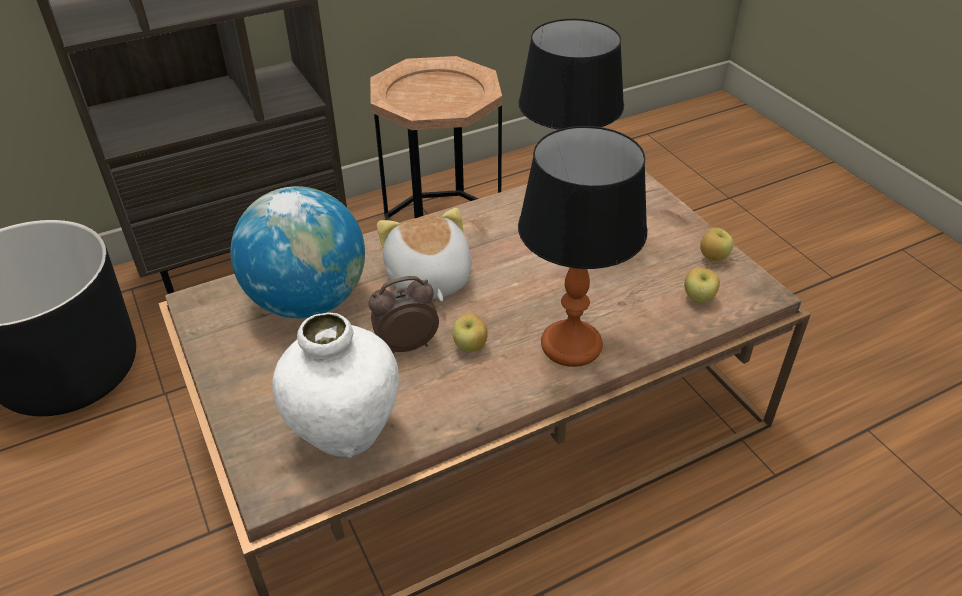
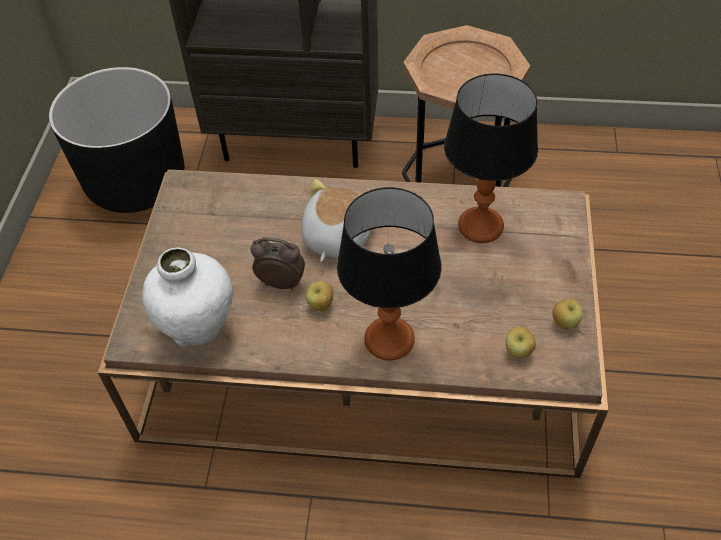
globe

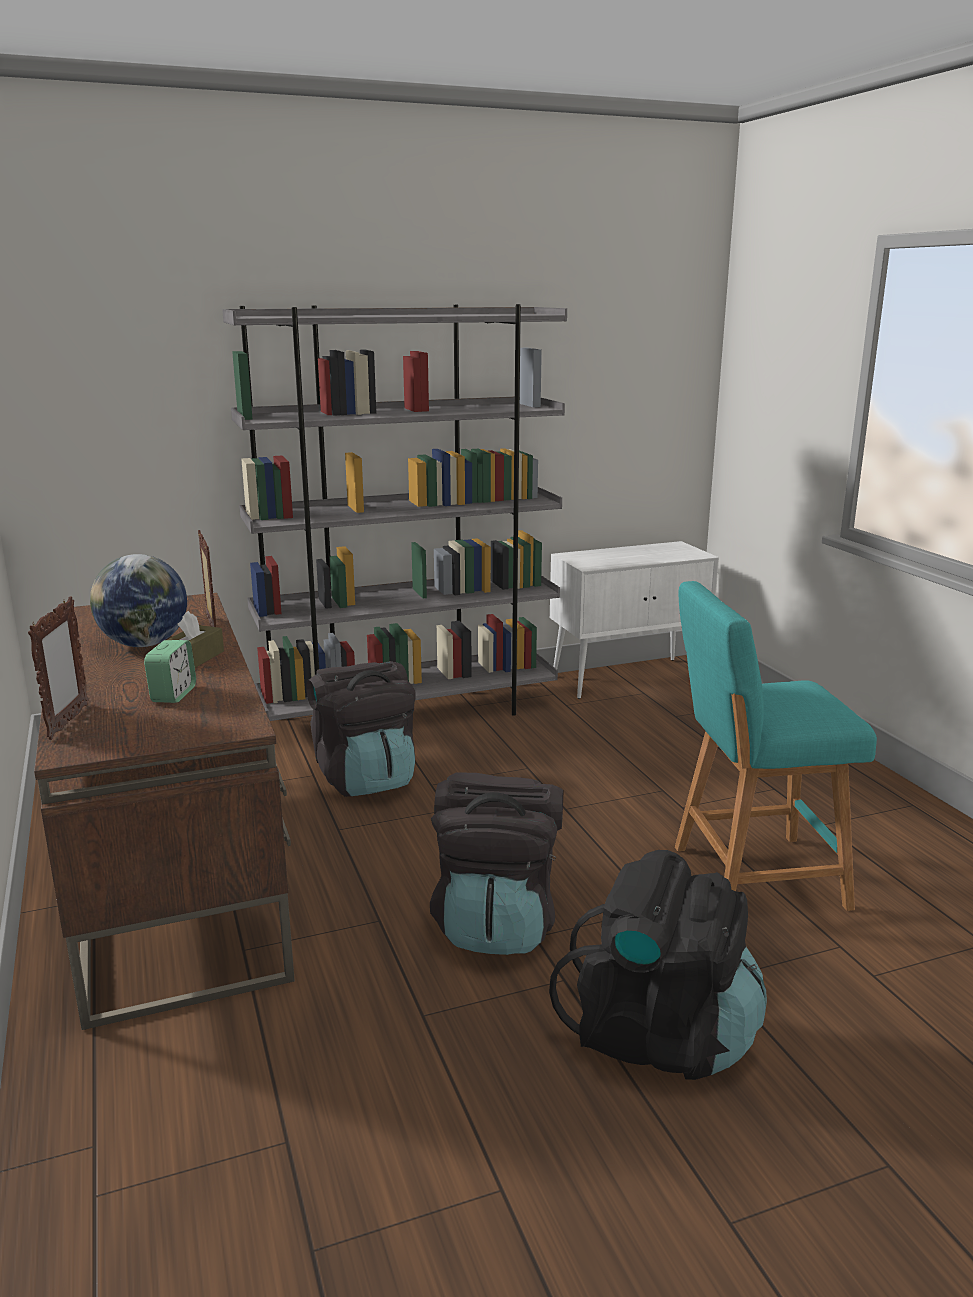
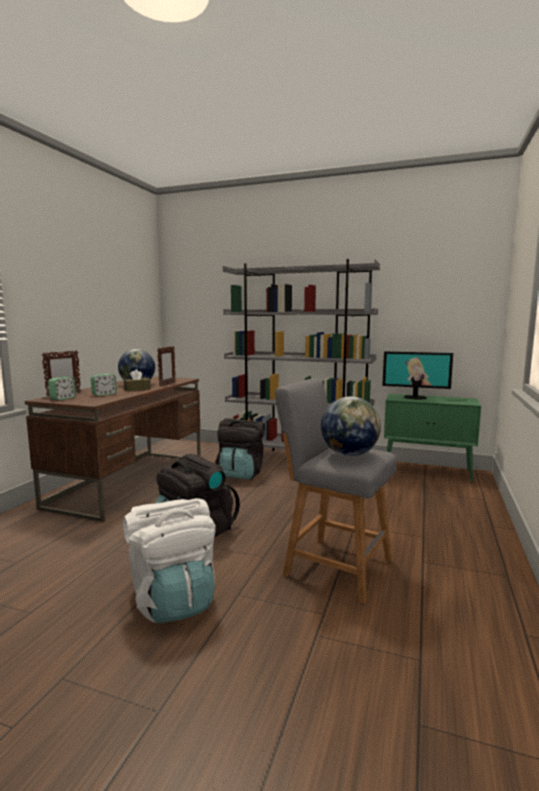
alarm clock (no. 1 from left)
globe (no. 2 from left)
monitor
backpack (white)
cabinet (green)
stool (grey)

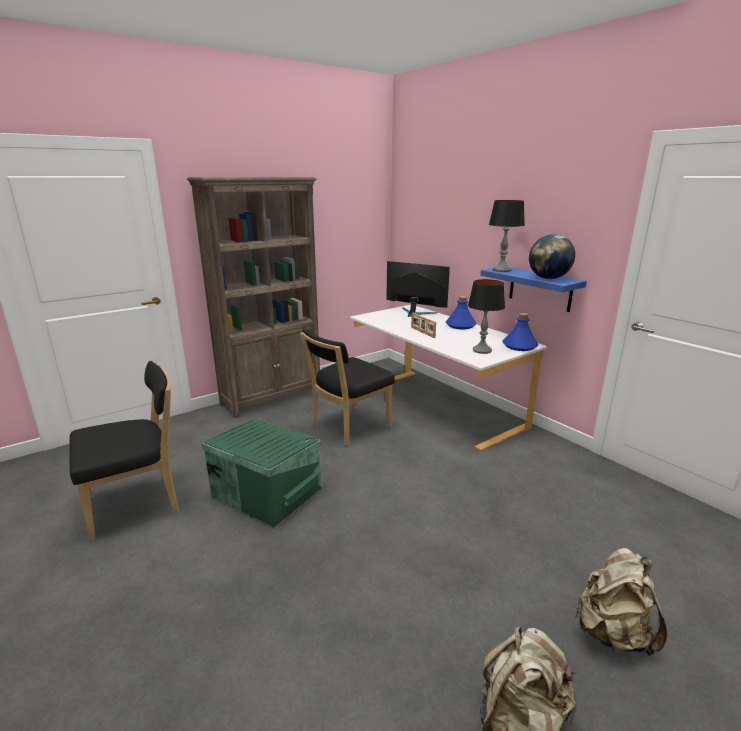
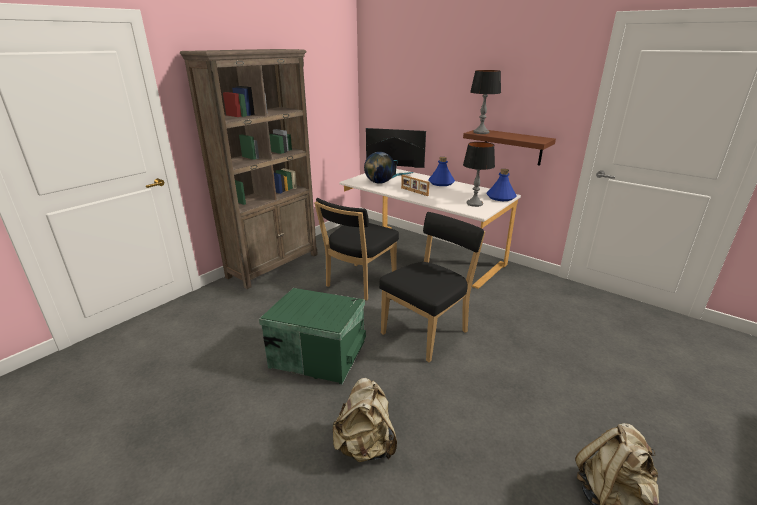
chair (black) (no. 2 from left)
globe
backpack (beige) (no. 1 from left)
shelf (brown)

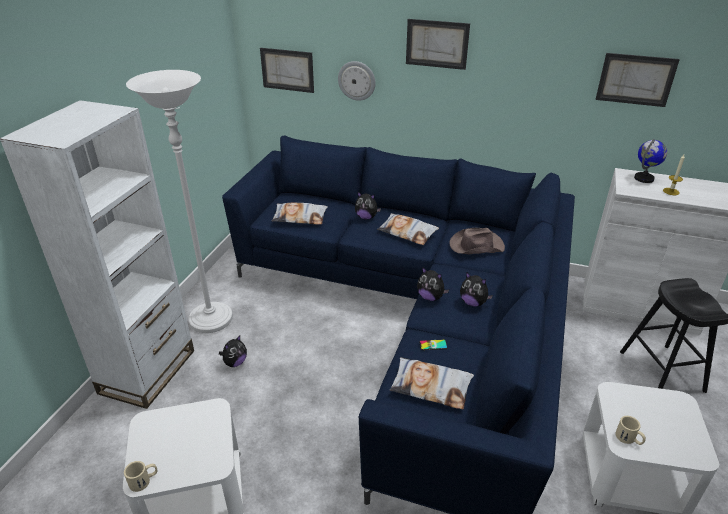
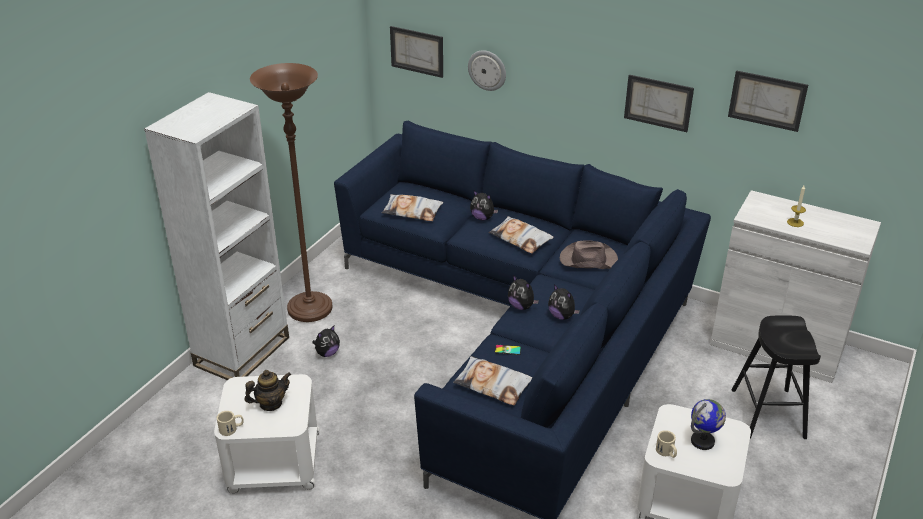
teapot
picture (no. 2 from left)
globe
floor lamp (brown)

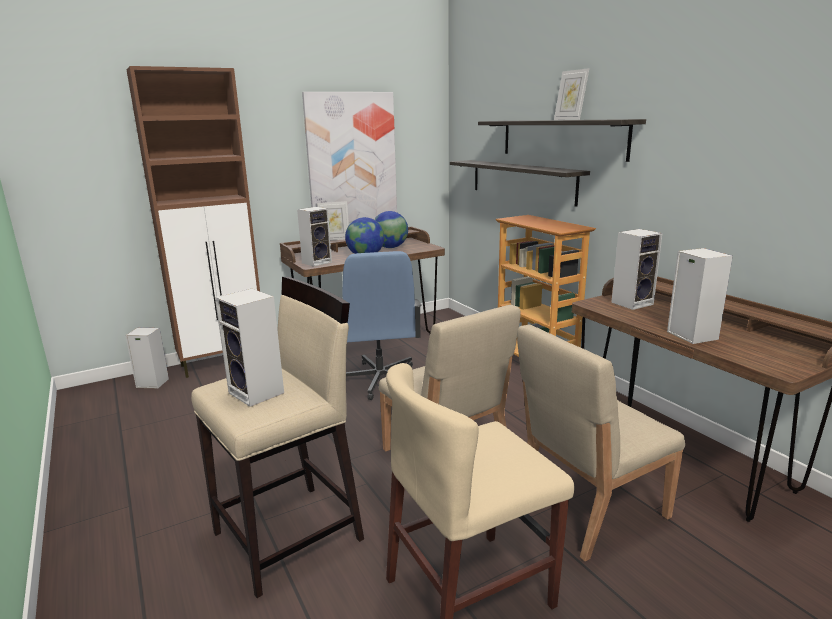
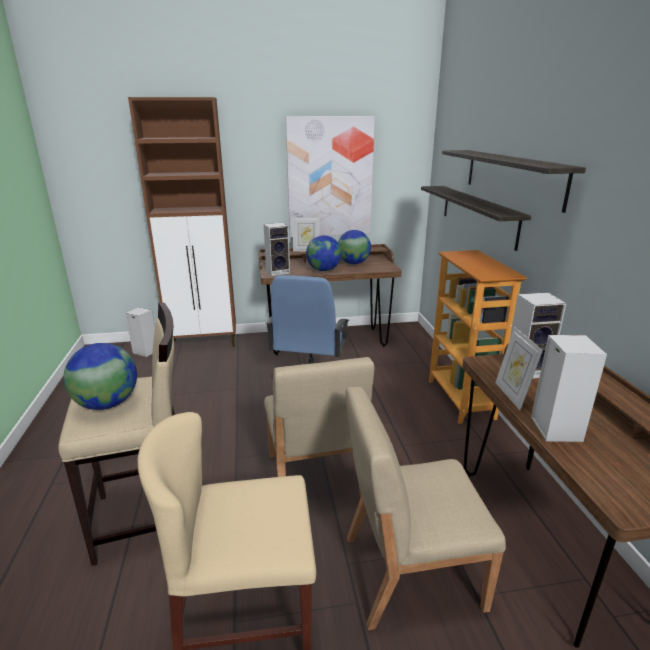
picture frame (no. 2 from left)
globe (no. 1 from left)

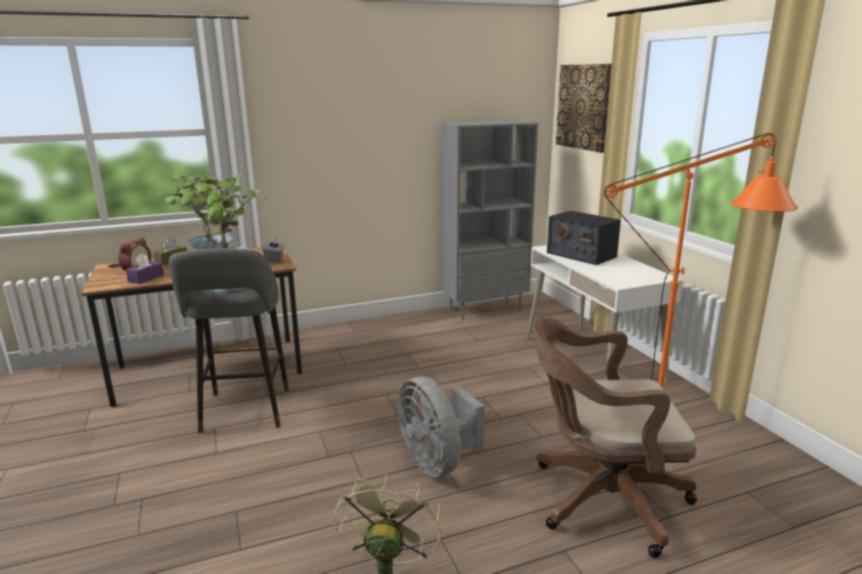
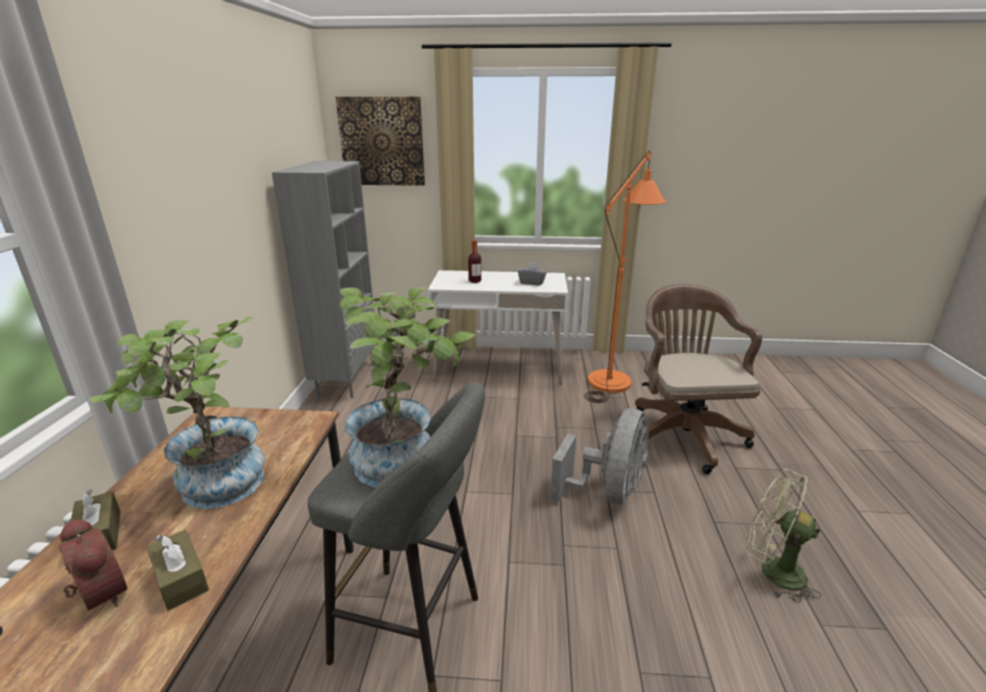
tissue box (grey)
bottle
tissue box (brown) (no. 2 from left)
fan (grey)
office chair (brown)

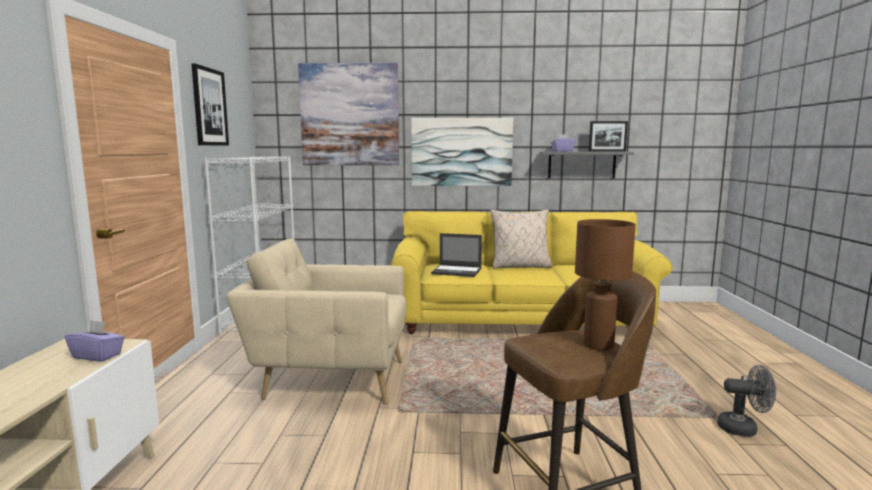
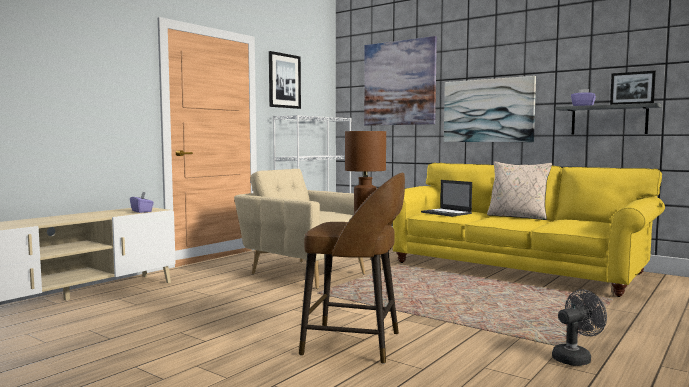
fan (grey)

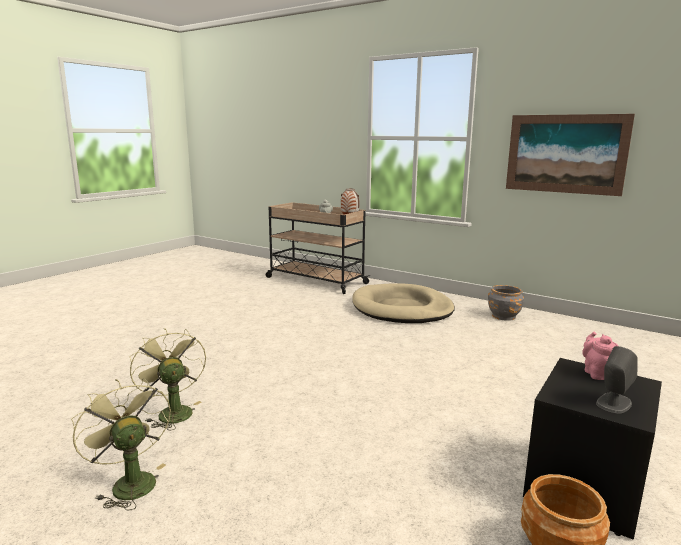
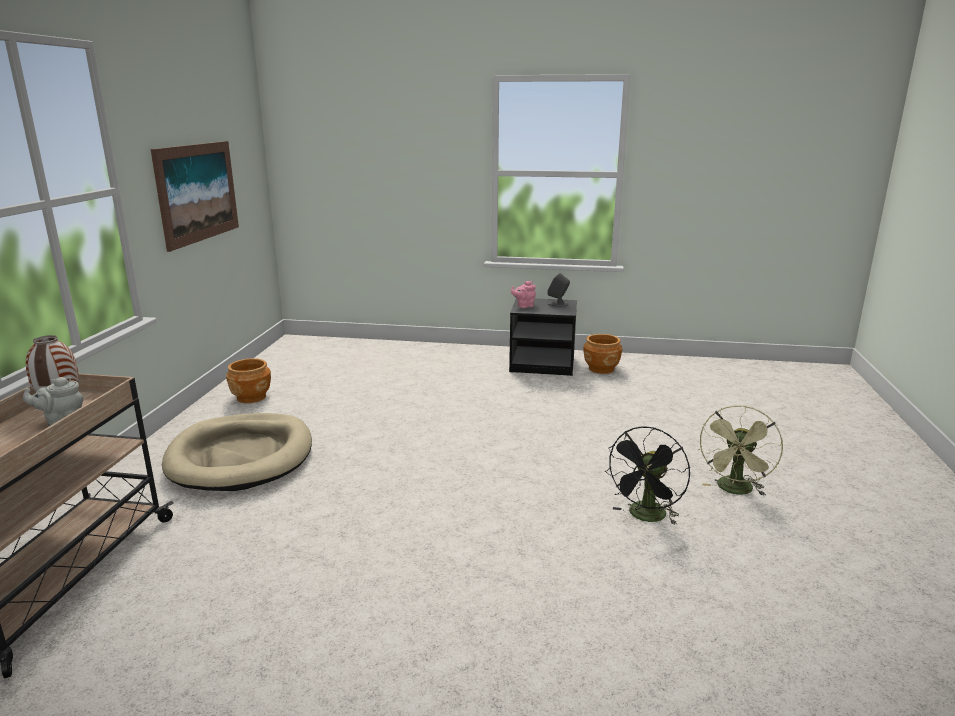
fan (black)
planter (brown) (no. 1 from left)

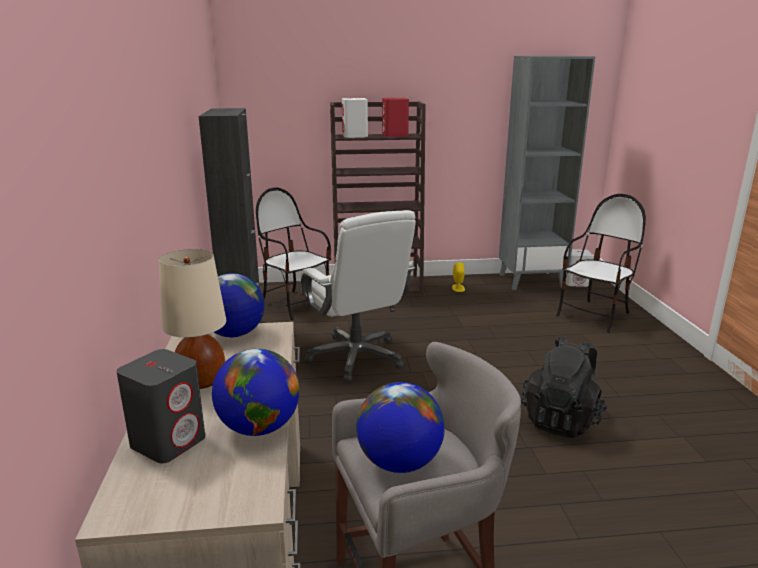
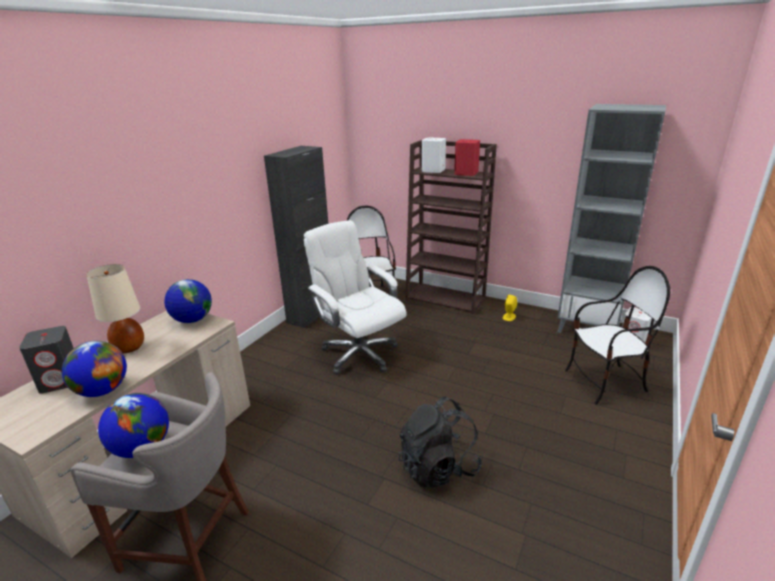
office chair (white)

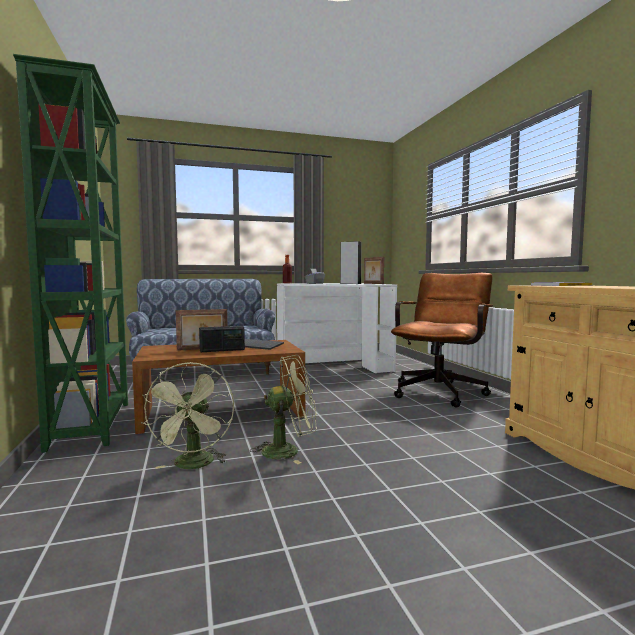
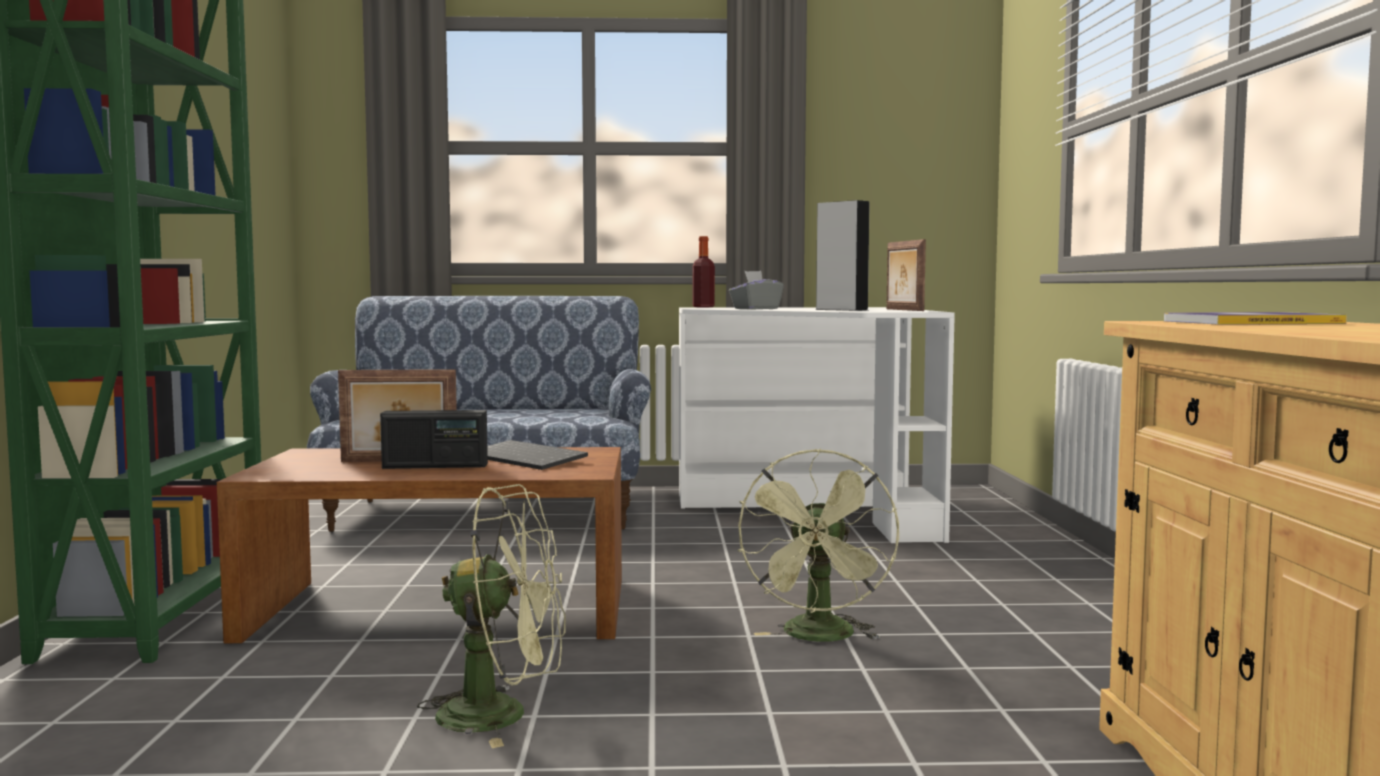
office chair (brown)
fan (green) (no. 2 from left)

